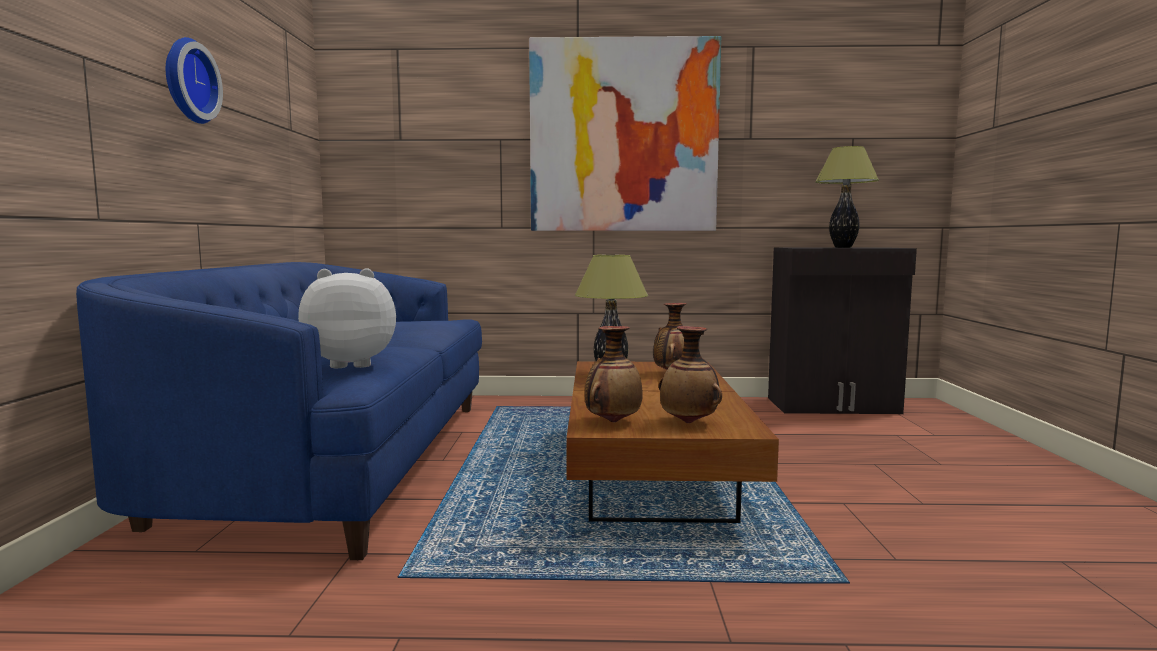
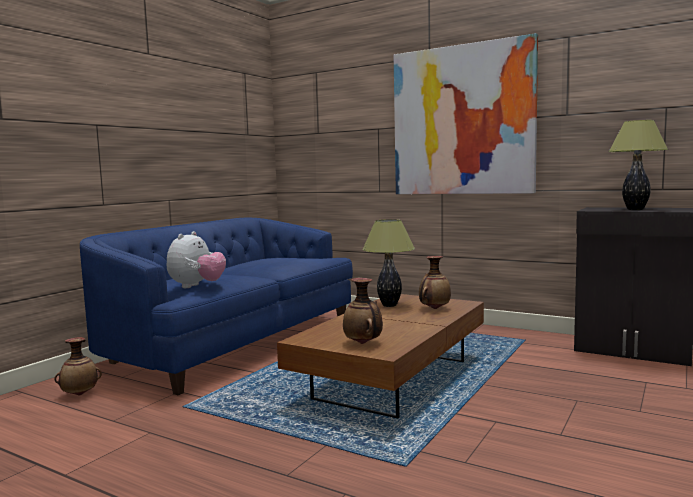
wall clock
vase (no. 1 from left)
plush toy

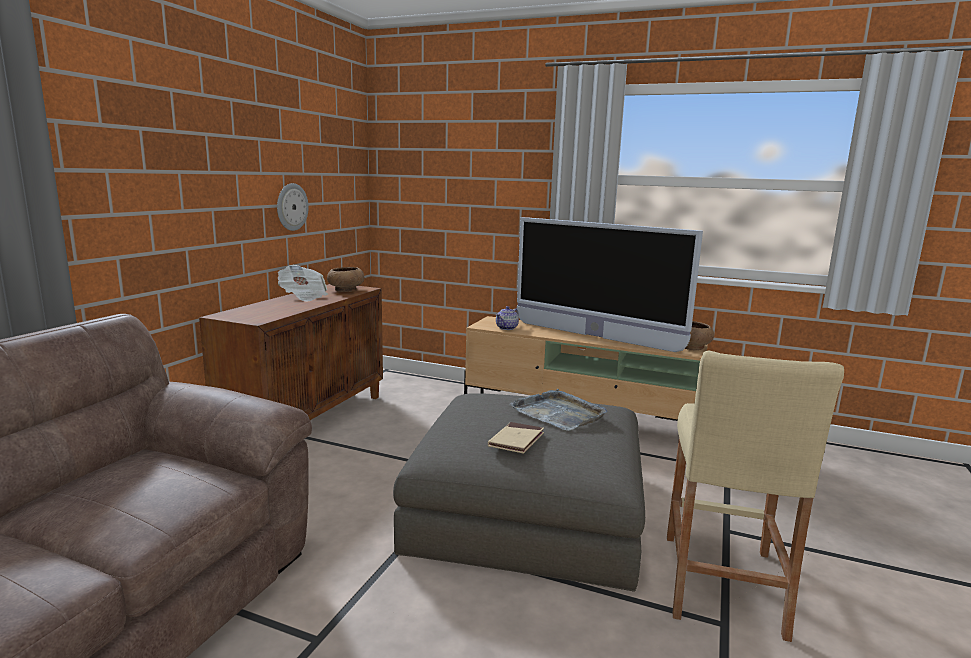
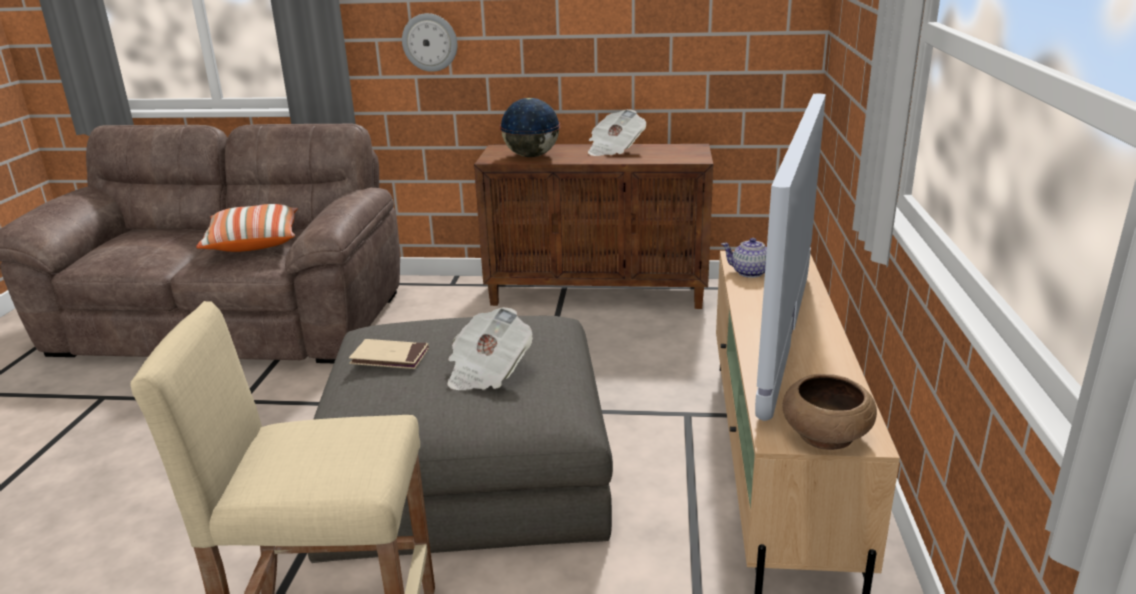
bowl (brown) (no. 1 from left in the first image)
pillow
globe
wall clock
newspaper (no. 1 from left)

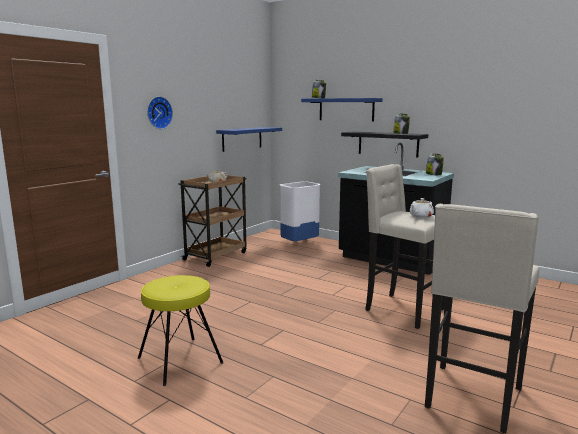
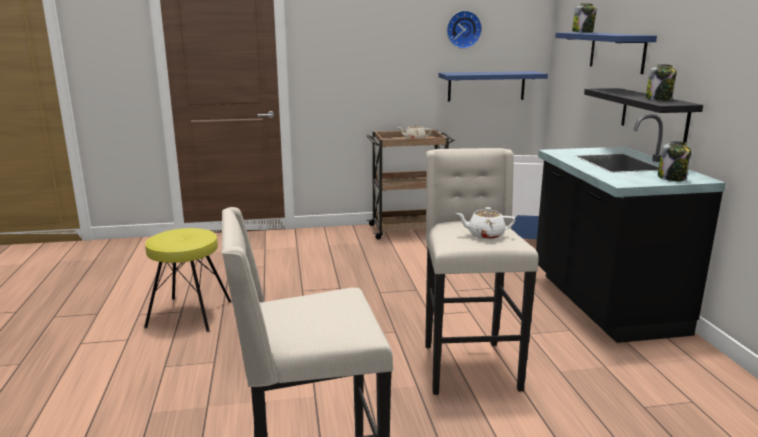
wall clock

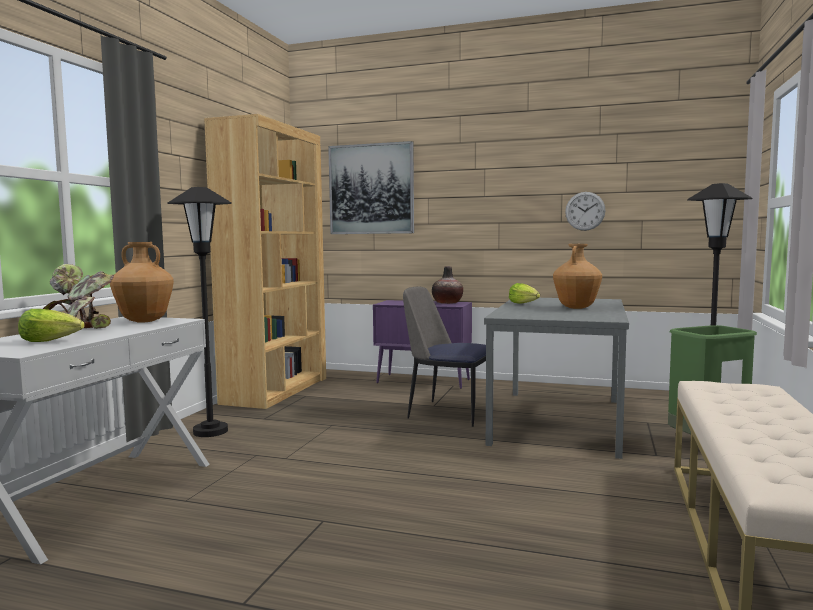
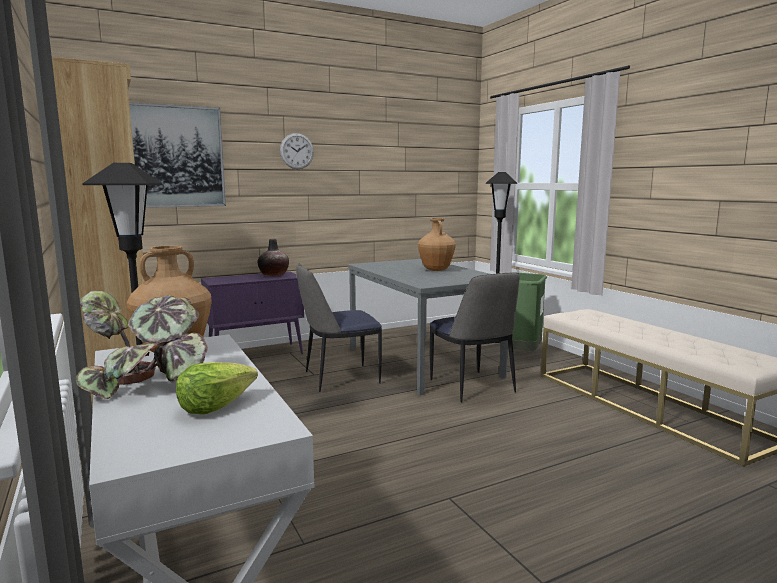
lettuce (no. 2 from left in the first image)
chair (no. 2 from left)
wall clock

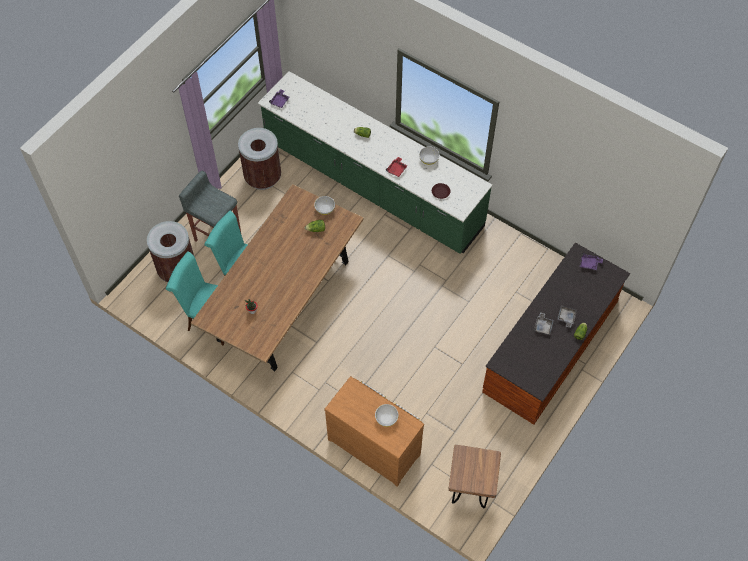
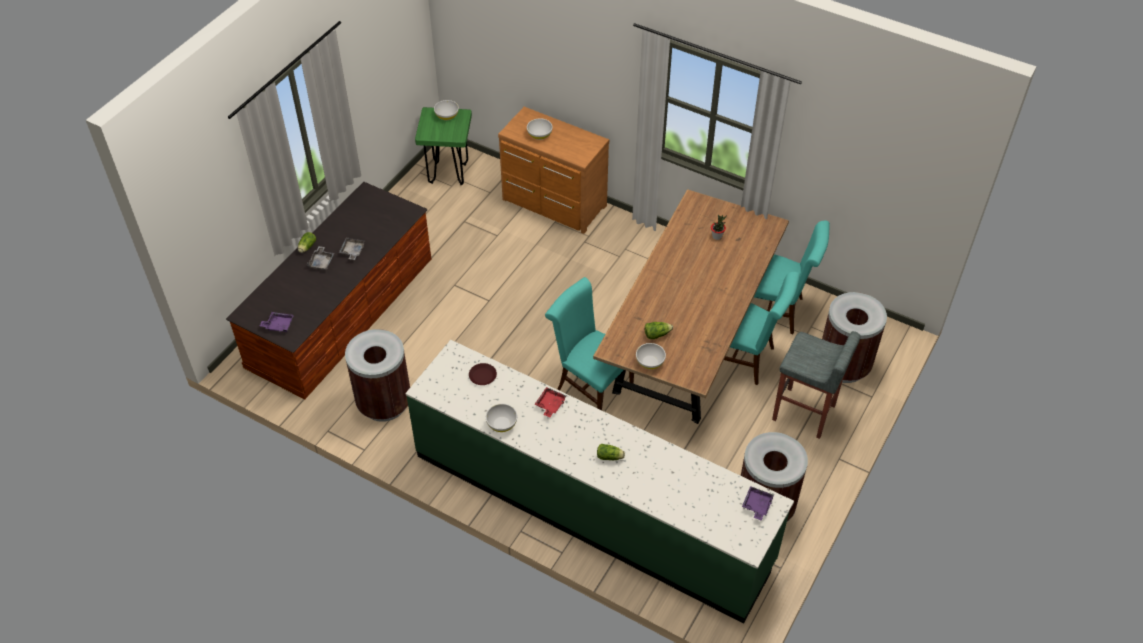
trash can (brown) (no. 1 from left)
bowl (white) (no. 1 from left)
chair (turquoise) (no. 1 from left)
stool (green)

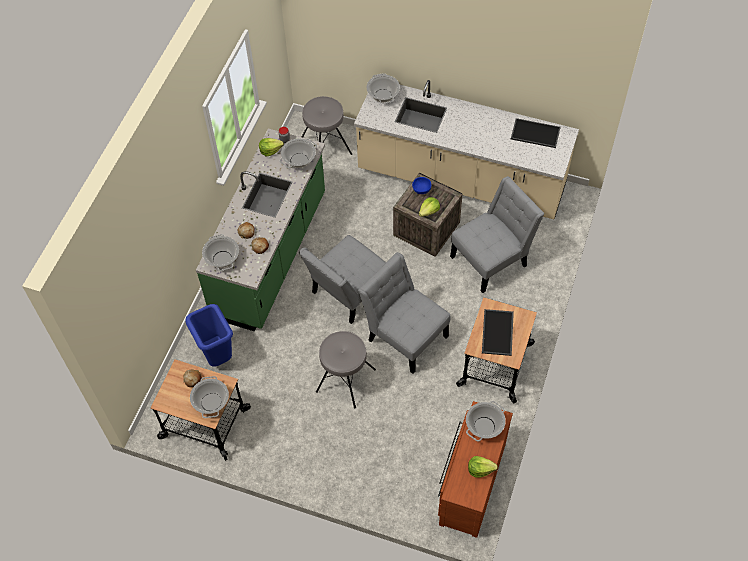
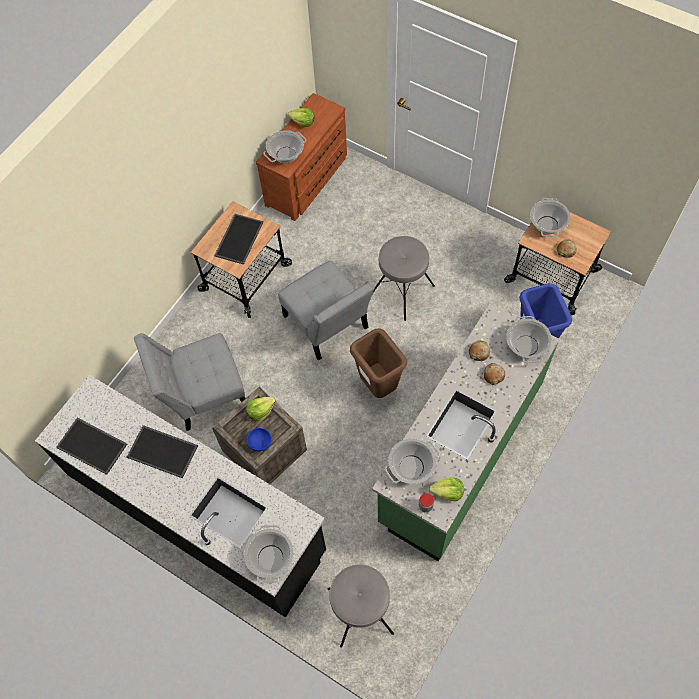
tray (no. 2 from left)
trash can (brown)
counter (black)

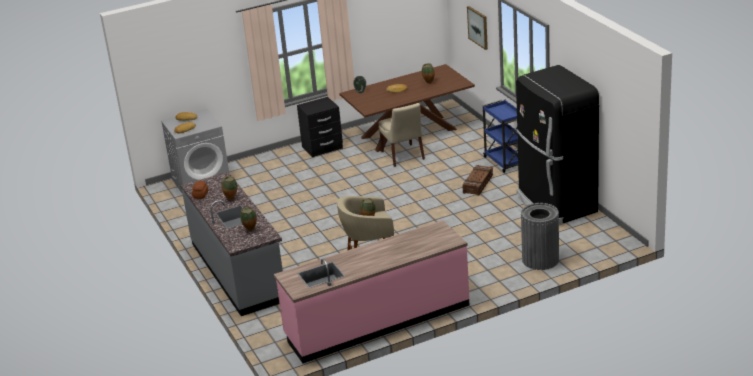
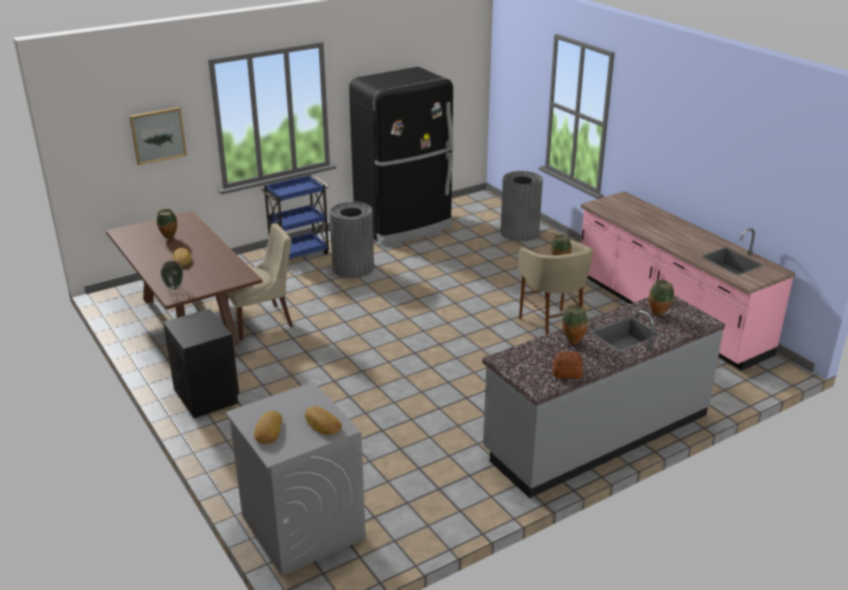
trash can (grey) (no. 1 from left)

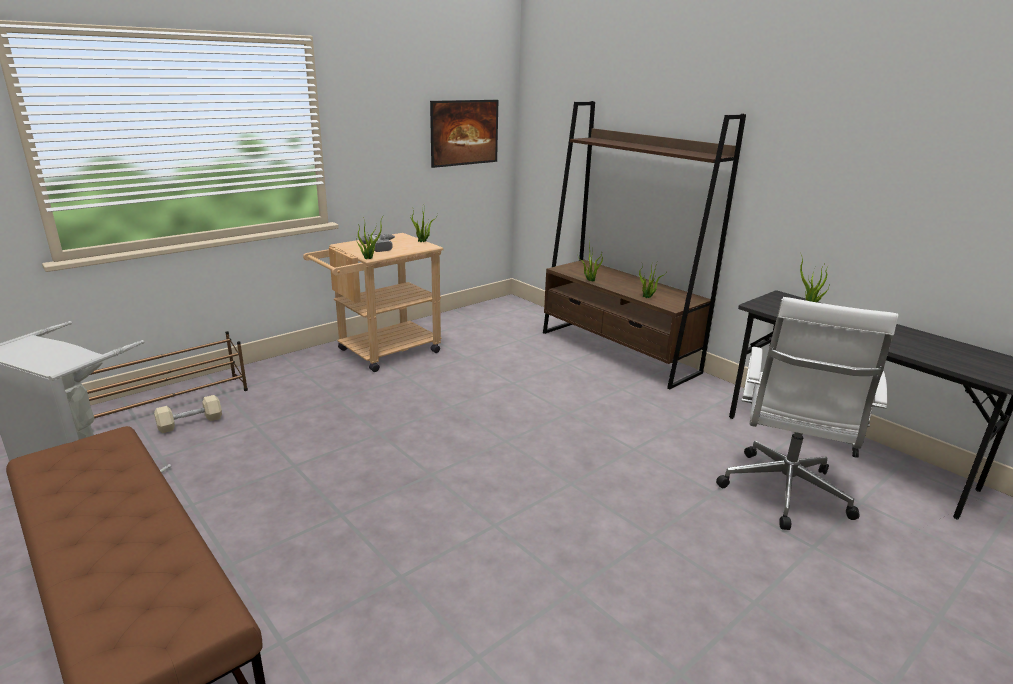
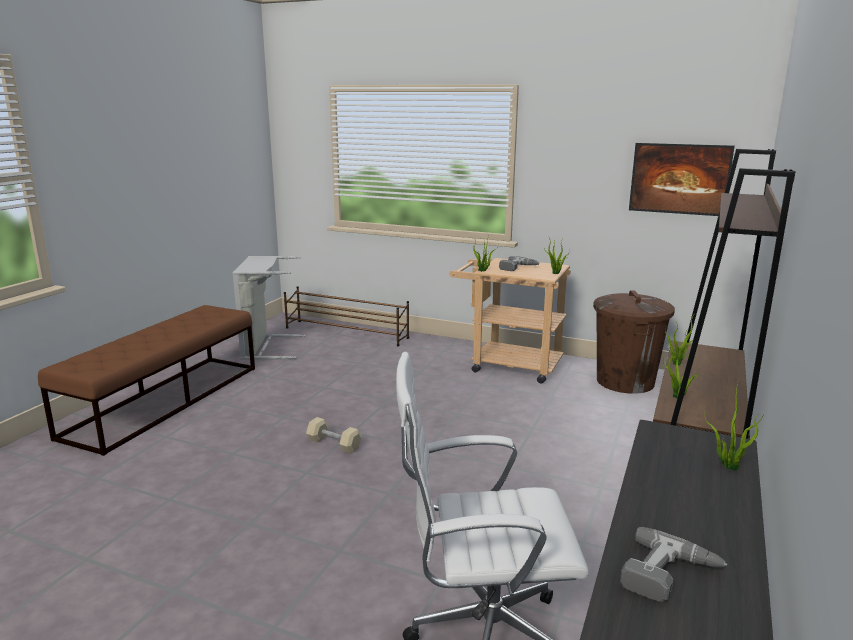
trash can (brown)
power drill (no. 2 from left)
dumbbell (beige)

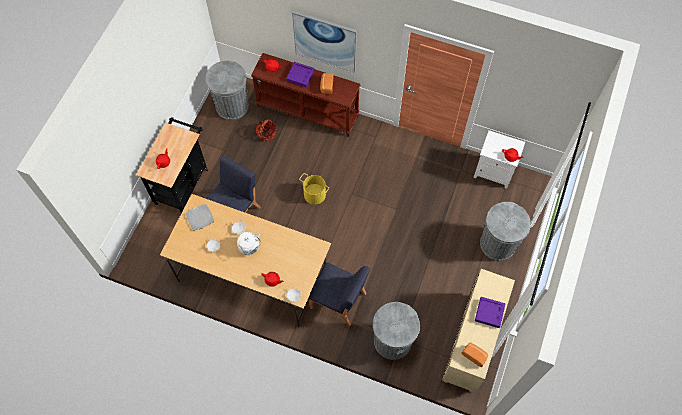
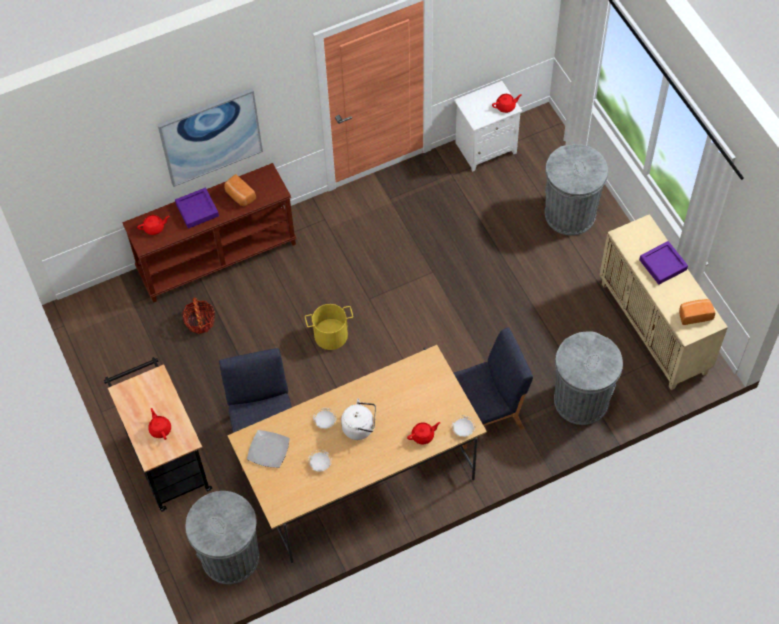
trash can (grey) (no. 1 from left)

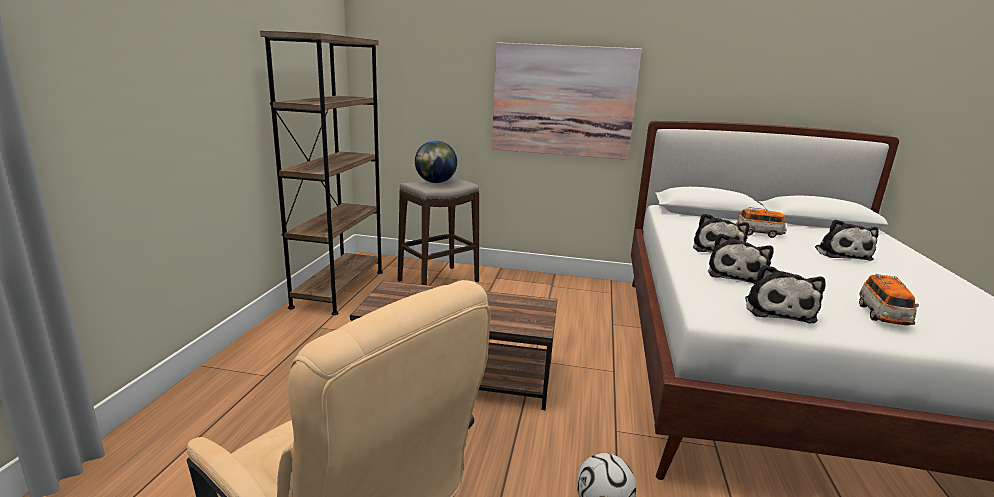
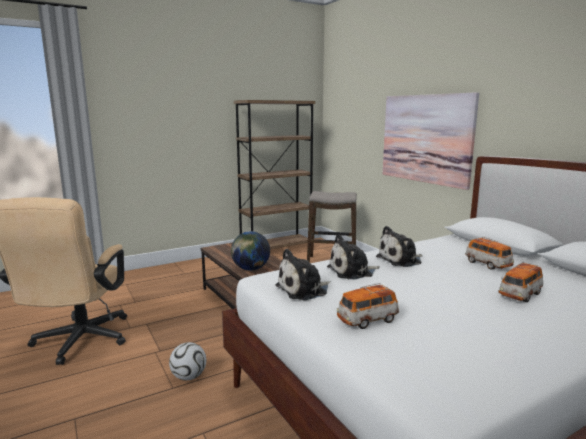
globe
toy car (no. 3 from left)

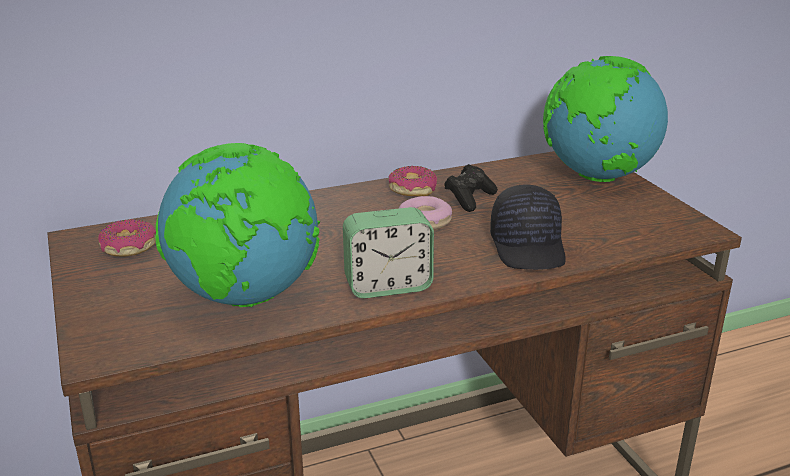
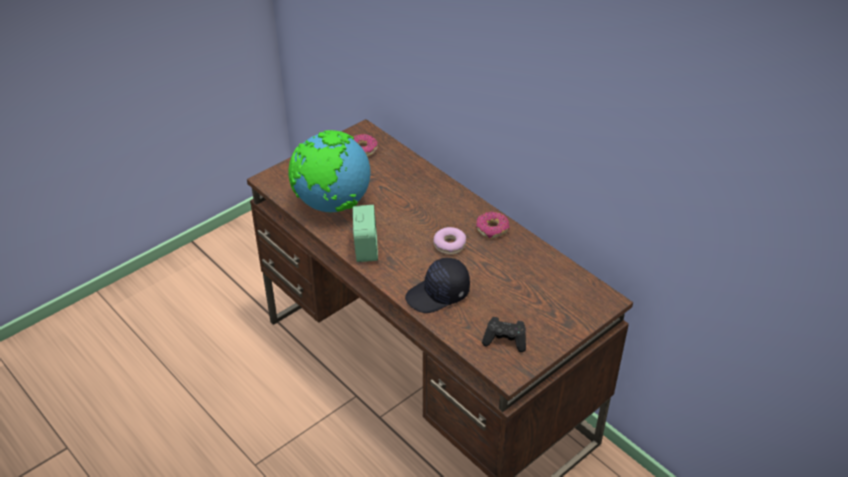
globe (no. 2 from left in the first image)
game controller (black)
alarm clock

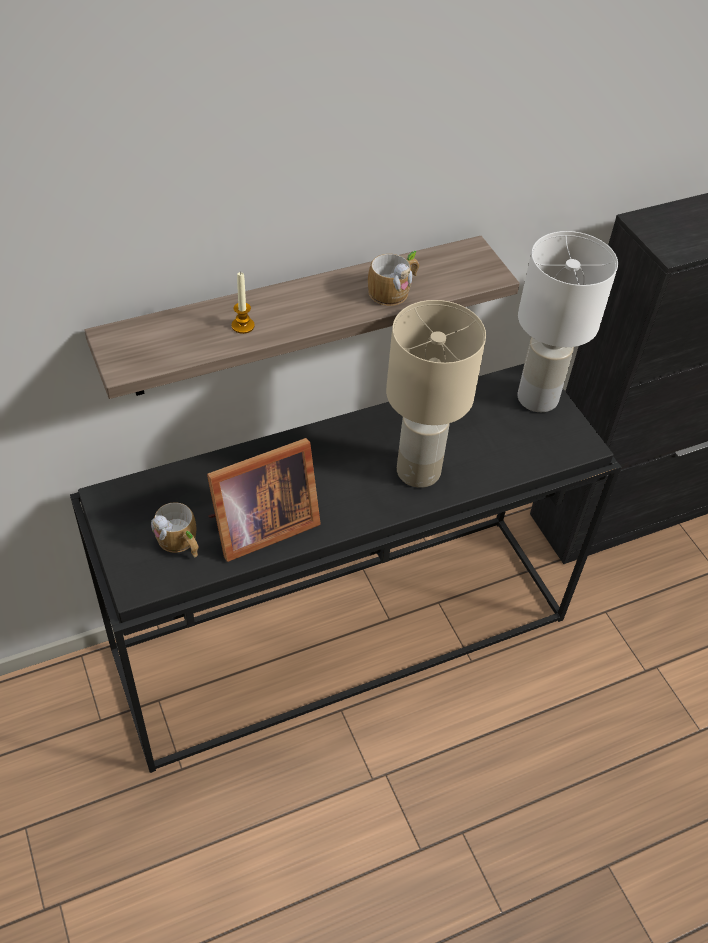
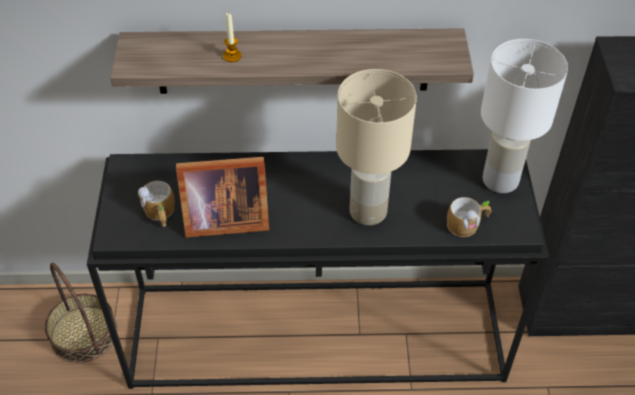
basket
mug (no. 2 from left)

